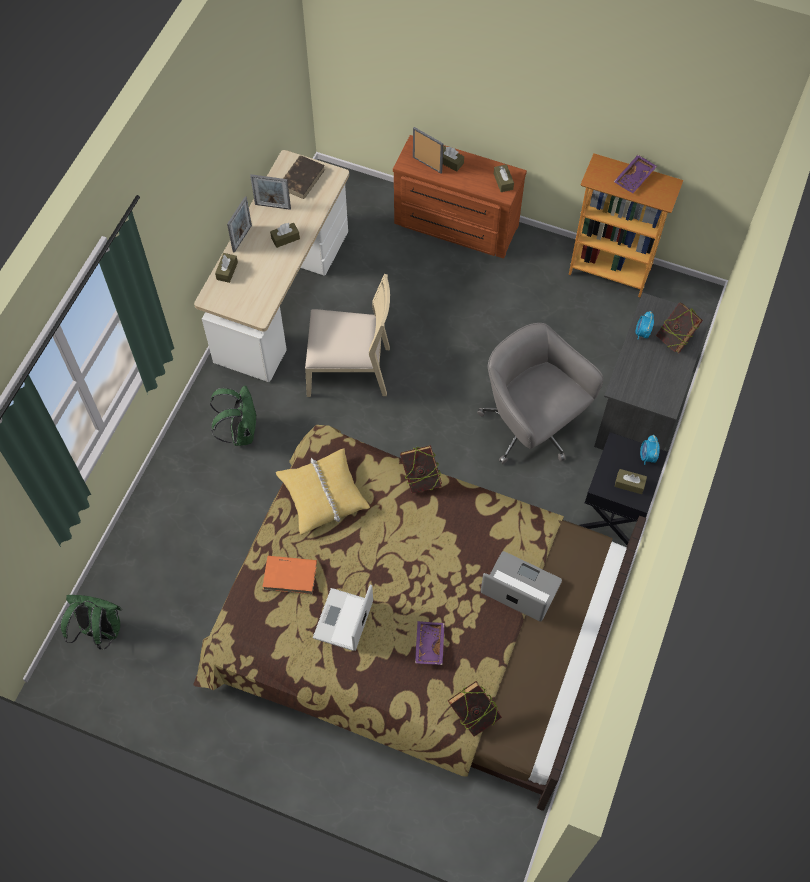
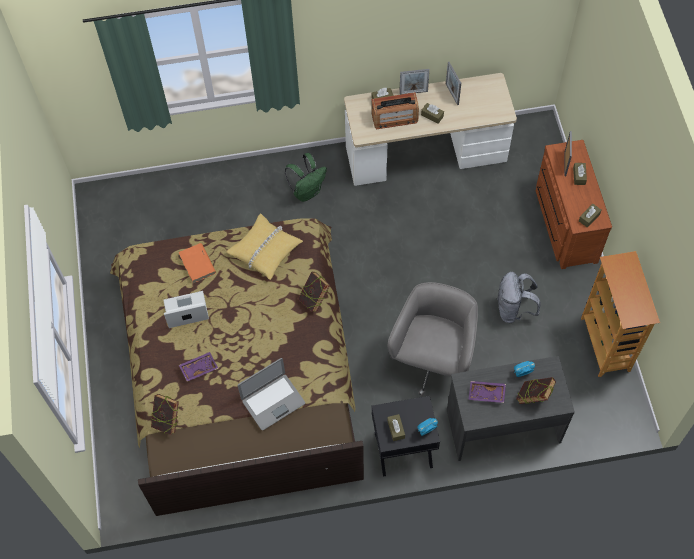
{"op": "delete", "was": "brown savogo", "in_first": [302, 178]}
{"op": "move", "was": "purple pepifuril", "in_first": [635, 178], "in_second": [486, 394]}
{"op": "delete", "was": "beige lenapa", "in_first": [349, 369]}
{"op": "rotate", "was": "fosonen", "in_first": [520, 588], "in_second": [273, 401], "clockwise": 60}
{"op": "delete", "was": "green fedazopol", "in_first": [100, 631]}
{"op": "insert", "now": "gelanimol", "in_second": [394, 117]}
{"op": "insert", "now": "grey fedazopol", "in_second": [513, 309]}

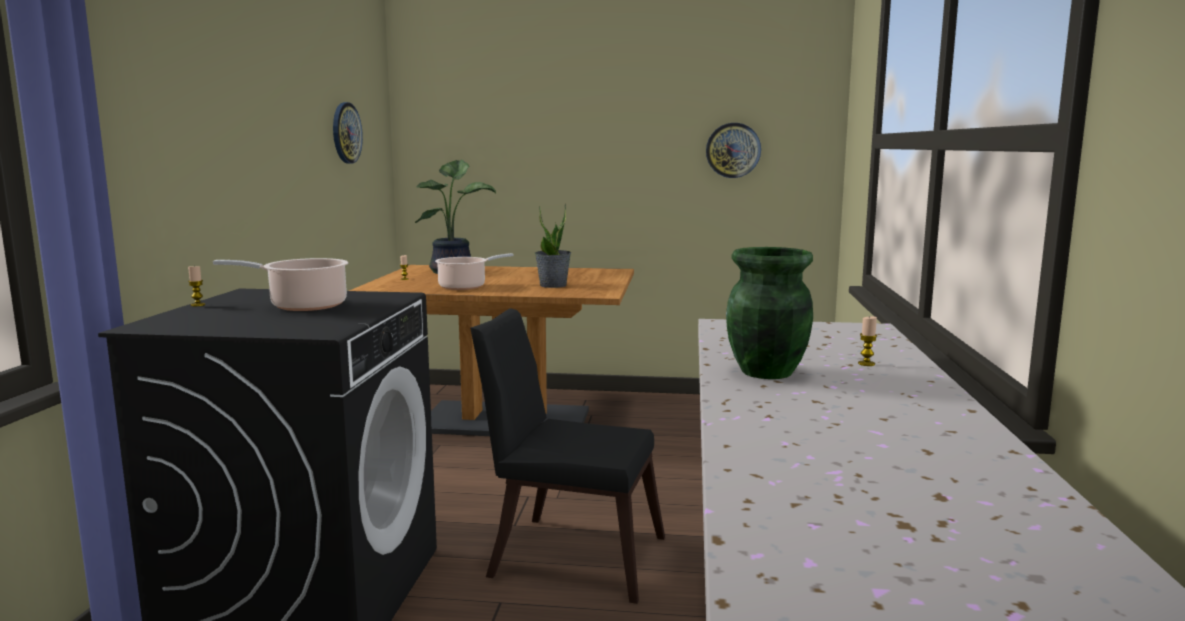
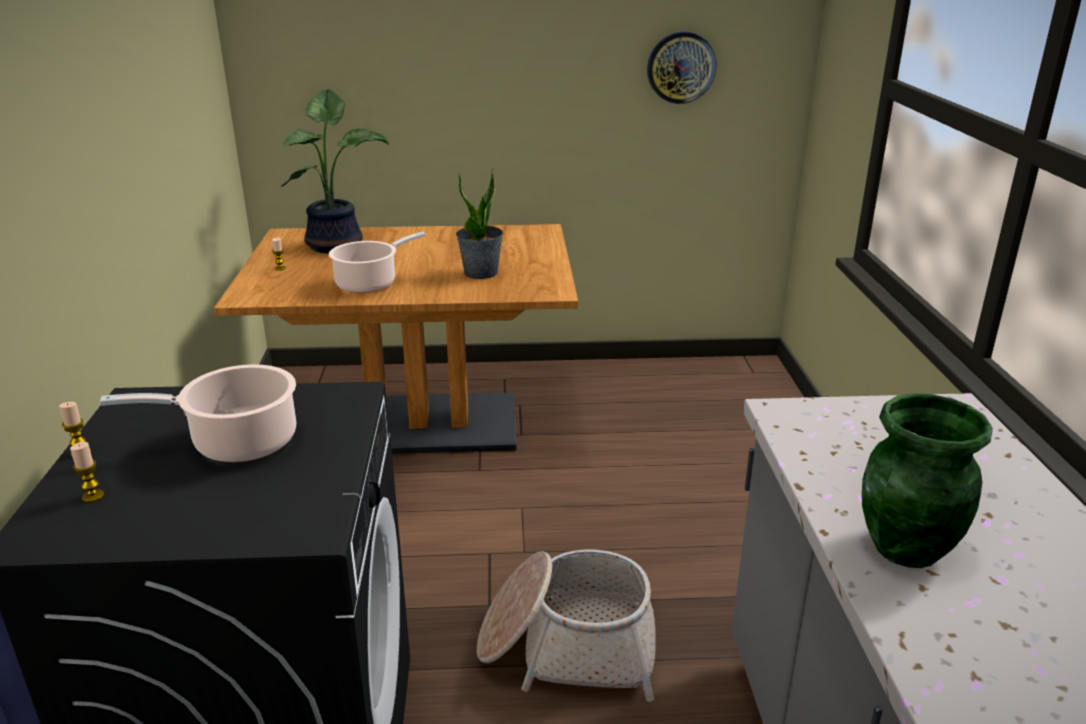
{"op": "delete", "was": "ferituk", "in_first": [346, 133]}
{"op": "replace", "was": "black lenapa", "now": "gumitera", "in_first": [568, 554], "in_second": [567, 647]}
{"op": "move", "was": "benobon", "in_first": [866, 364], "in_second": [93, 496]}

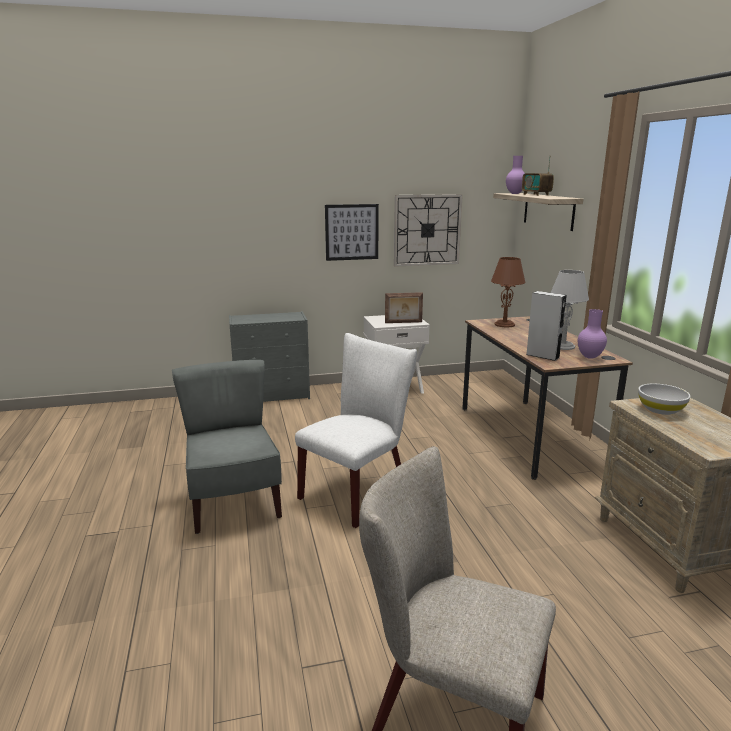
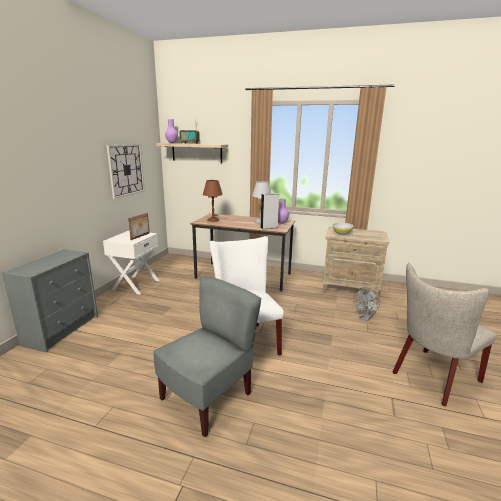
{"op": "delete", "was": "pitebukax", "in_first": [352, 232]}
{"op": "rotate", "was": "grey lenapa", "in_first": [234, 504], "in_second": [207, 397], "clockwise": 120}
{"op": "insert", "now": "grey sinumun", "in_second": [365, 318]}

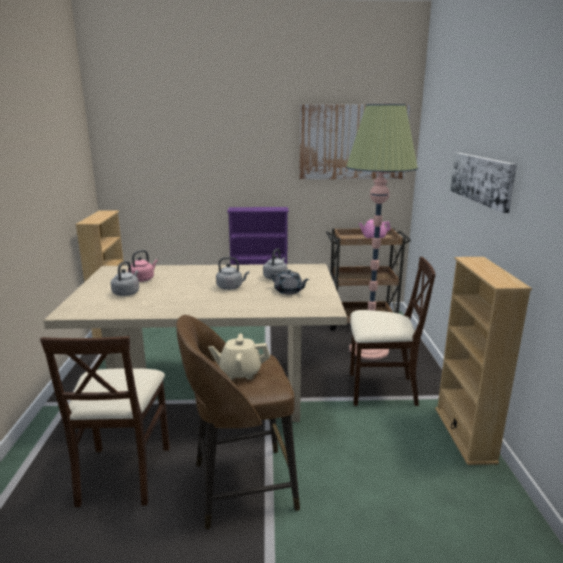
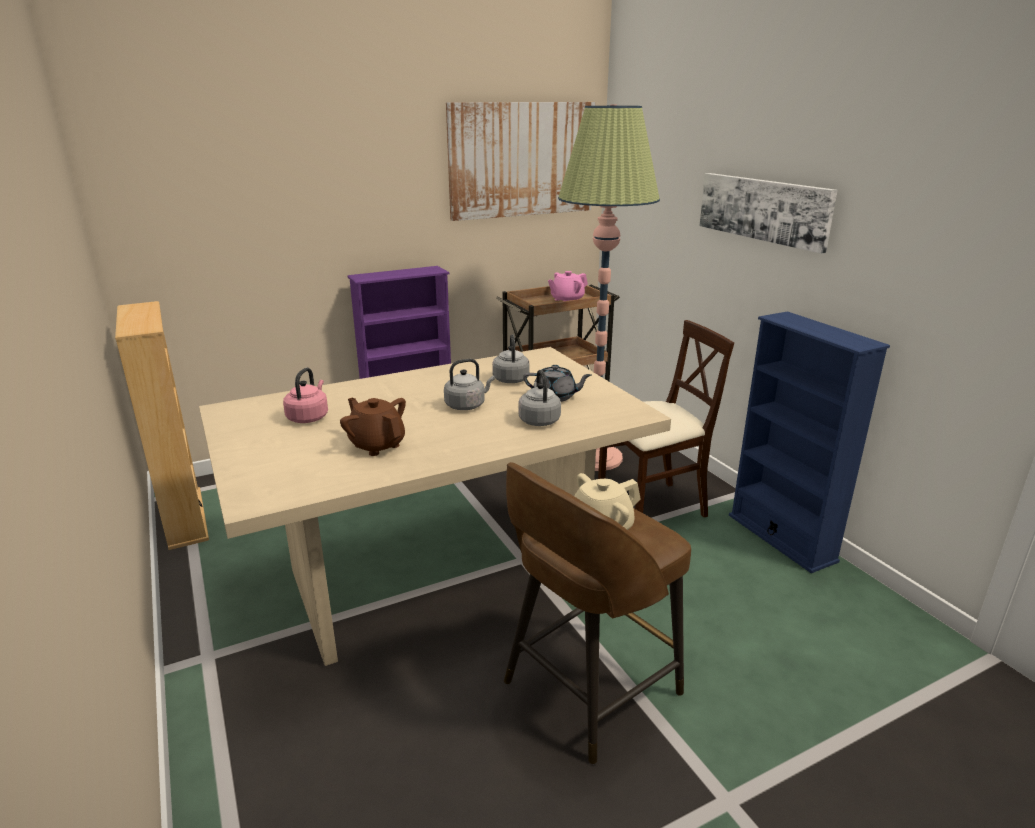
{"op": "recolor", "was": "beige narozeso", "now": "blue narozeso", "in_first": [464, 434], "in_second": [781, 538]}
{"op": "move", "was": "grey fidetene", "in_first": [127, 293], "in_second": [539, 420]}
{"op": "delete", "was": "beige lenapa", "in_first": [123, 473]}
{"op": "insert", "now": "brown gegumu", "in_second": [377, 445]}

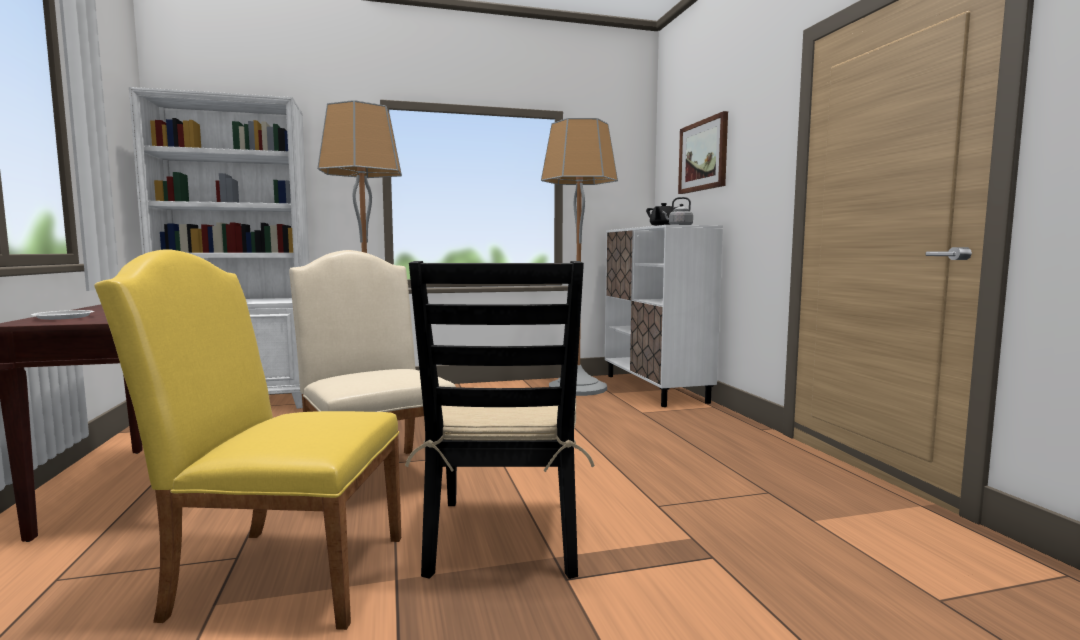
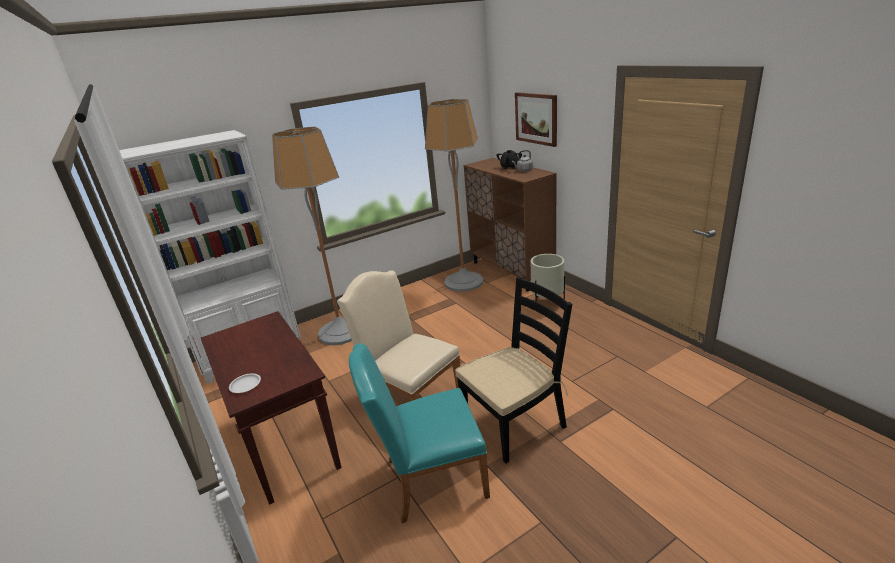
{"op": "recolor", "was": "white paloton", "now": "brown paloton", "in_first": [654, 388], "in_second": [511, 271]}
{"op": "recolor", "was": "yellow lenapa", "now": "turquoise lenapa", "in_first": [277, 573], "in_second": [428, 479]}
{"op": "rotate", "was": "black lenapa", "in_first": [505, 536], "in_second": [515, 424], "clockwise": -105}
{"op": "insert", "now": "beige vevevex", "in_second": [547, 303]}

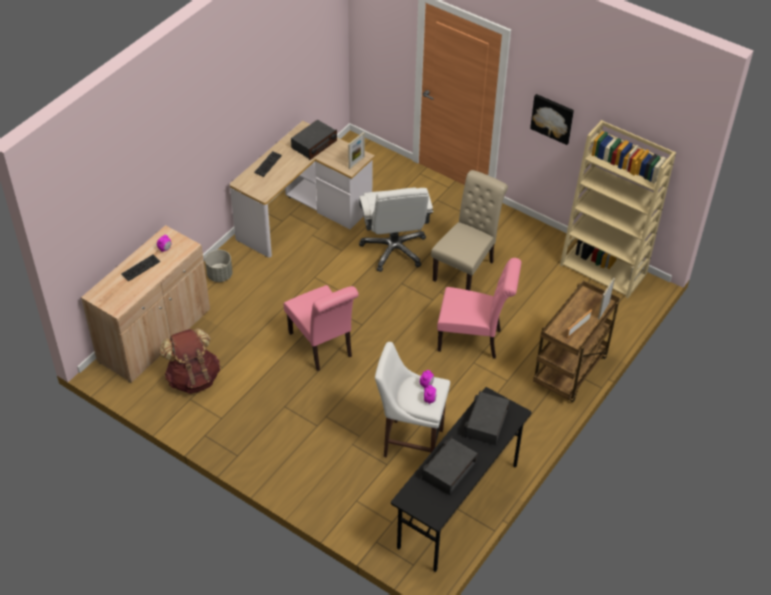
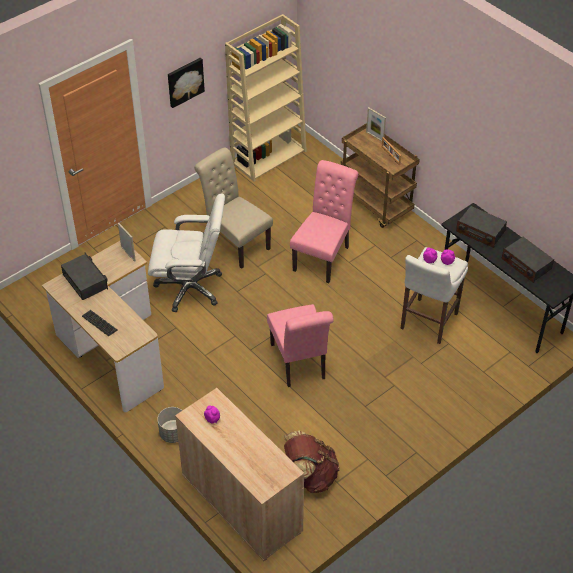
{"op": "delete", "was": "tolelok", "in_first": [141, 268]}
{"op": "rotate", "was": "pink lenapa", "in_first": [323, 347], "in_second": [299, 364], "clockwise": 90}

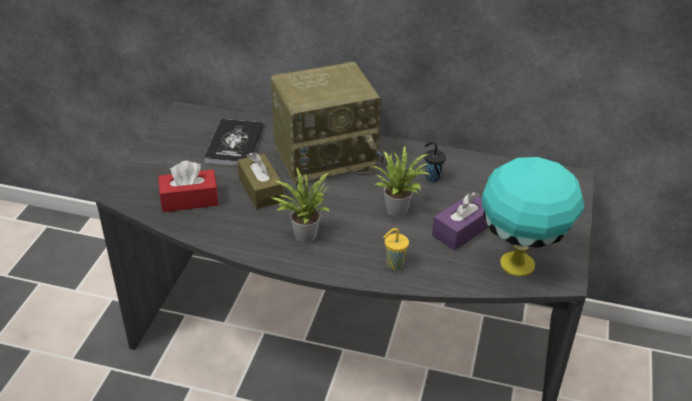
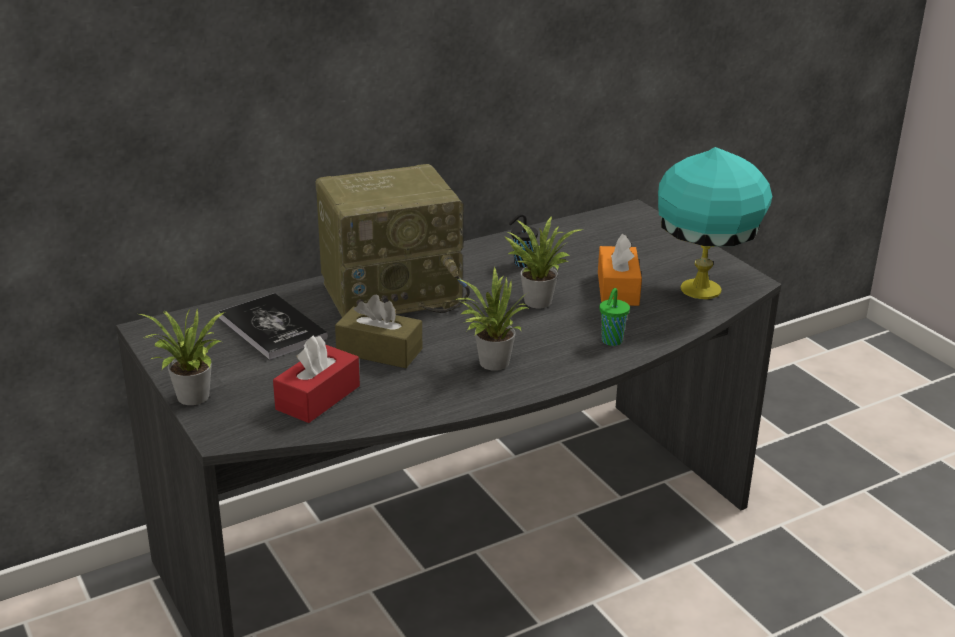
{"op": "rotate", "was": "gelanimol", "in_first": [326, 156], "in_second": [392, 293], "clockwise": 45}
{"op": "recolor", "was": "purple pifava", "now": "orange pifava", "in_first": [461, 230], "in_second": [618, 289]}
{"op": "recolor", "was": "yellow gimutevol", "now": "green gimutevol", "in_first": [393, 264], "in_second": [611, 341]}
{"op": "insert", "now": "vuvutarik", "in_second": [191, 399]}

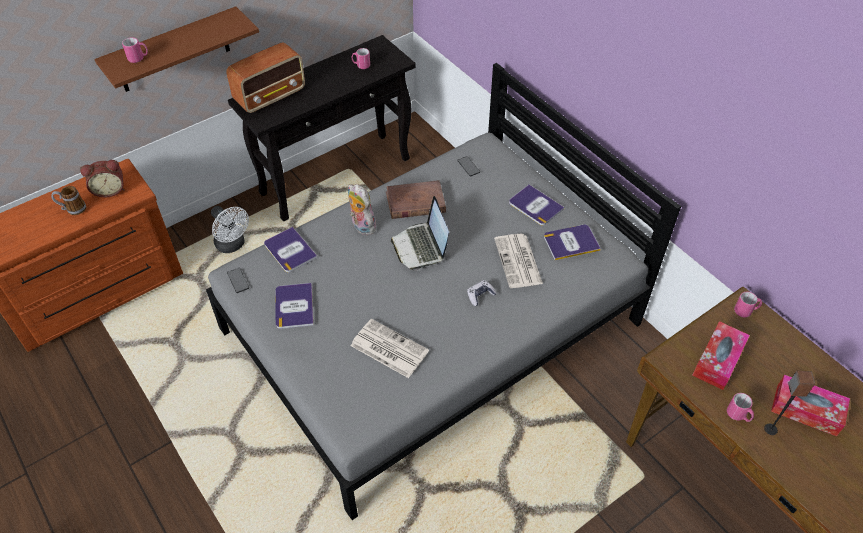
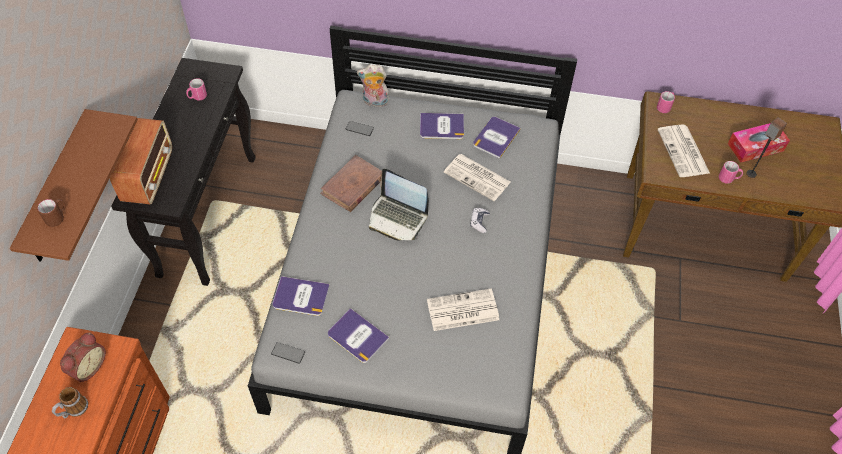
{"op": "recolor", "was": "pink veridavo", "now": "brown veridavo", "in_first": [139, 58], "in_second": [57, 217]}
{"op": "move", "was": "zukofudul", "in_first": [361, 226], "in_second": [374, 102]}
{"op": "delete", "was": "white sinumun", "in_first": [233, 245]}
{"op": "replace", "was": "pifava", "now": "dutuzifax", "in_first": [718, 360], "in_second": [684, 152]}

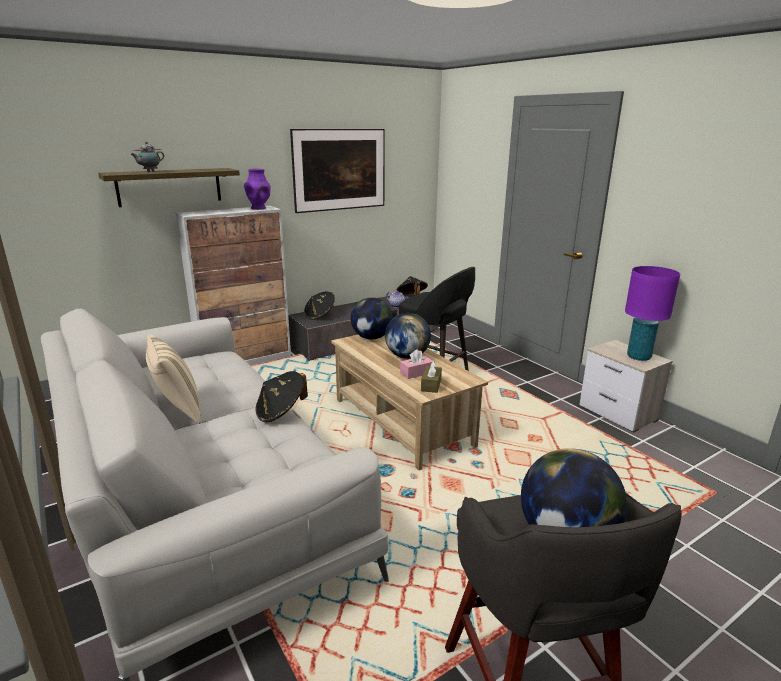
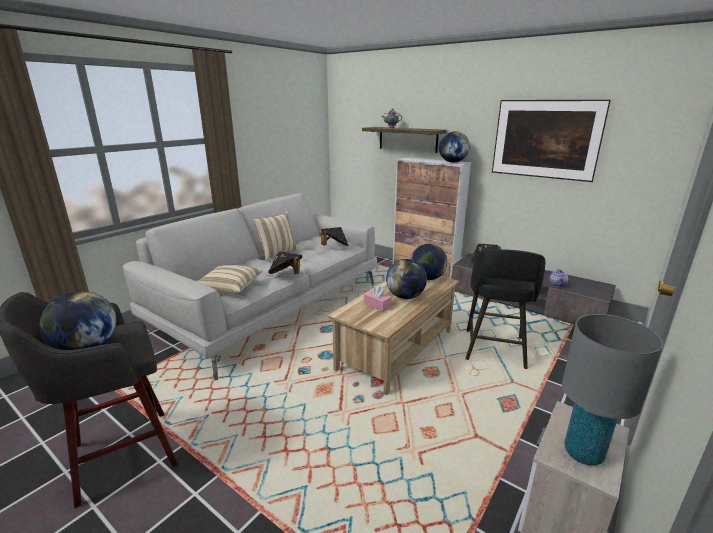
{"op": "replace", "was": "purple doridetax", "now": "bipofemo", "in_first": [259, 208], "in_second": [452, 162]}
{"op": "recolor", "was": "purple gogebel", "now": "grey gogebel", "in_first": [638, 357], "in_second": [583, 453]}
{"op": "move", "was": "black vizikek", "in_first": [411, 297], "in_second": [334, 247]}
{"op": "delete", "was": "brown pifava", "in_first": [431, 385]}
{"op": "insert", "now": "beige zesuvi", "in_second": [229, 288]}

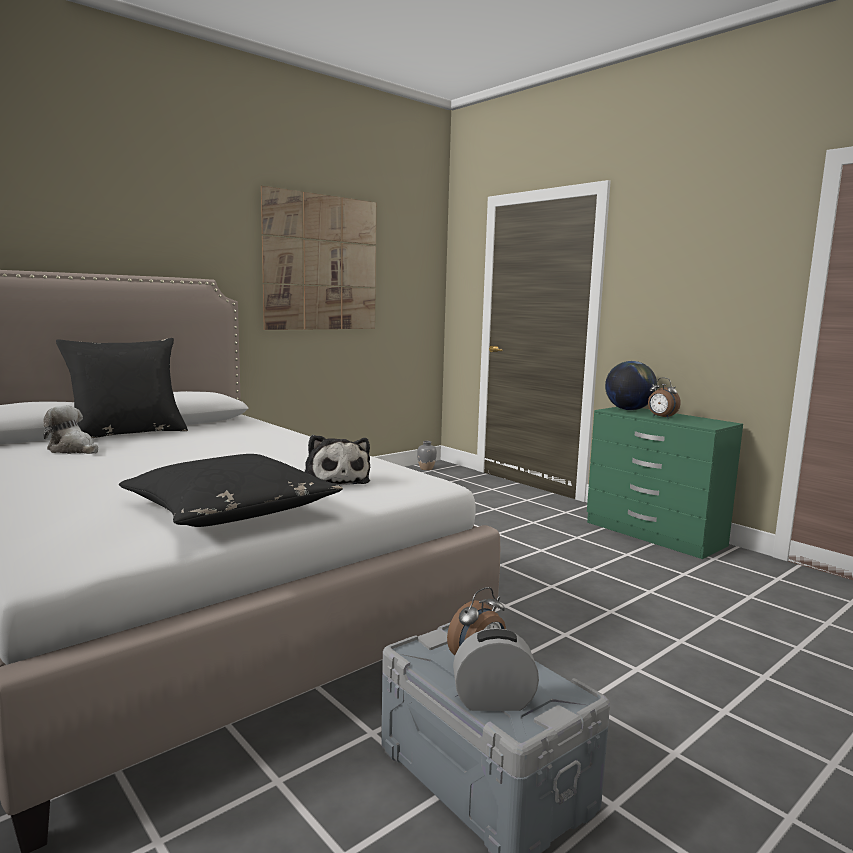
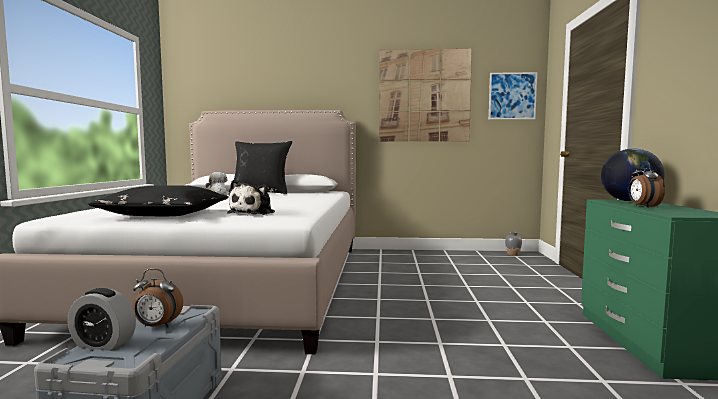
{"op": "rotate", "was": "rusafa", "in_first": [493, 701], "in_second": [103, 344], "clockwise": 150}
{"op": "insert", "now": "pitebukax", "in_second": [512, 96]}

